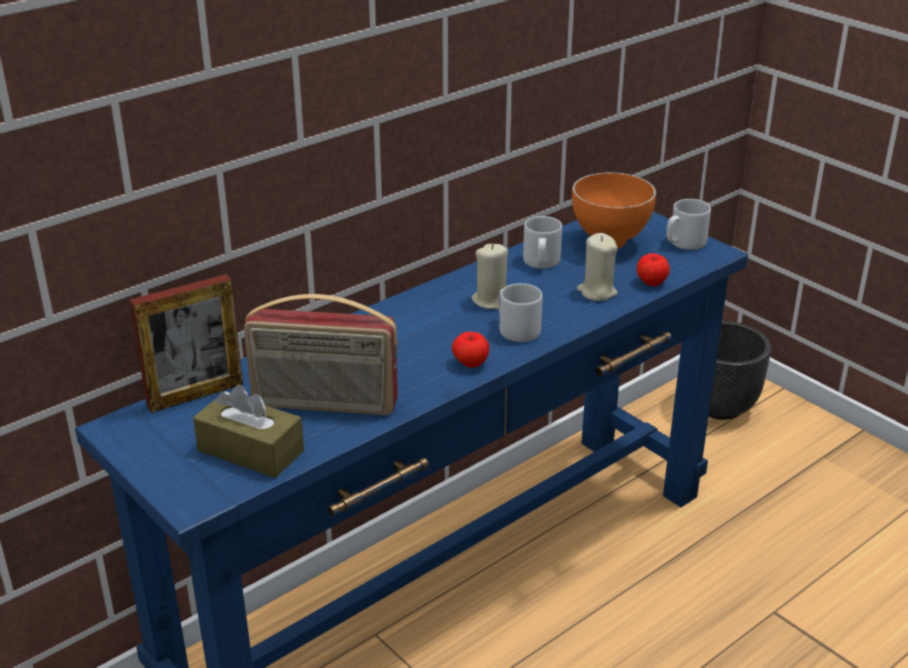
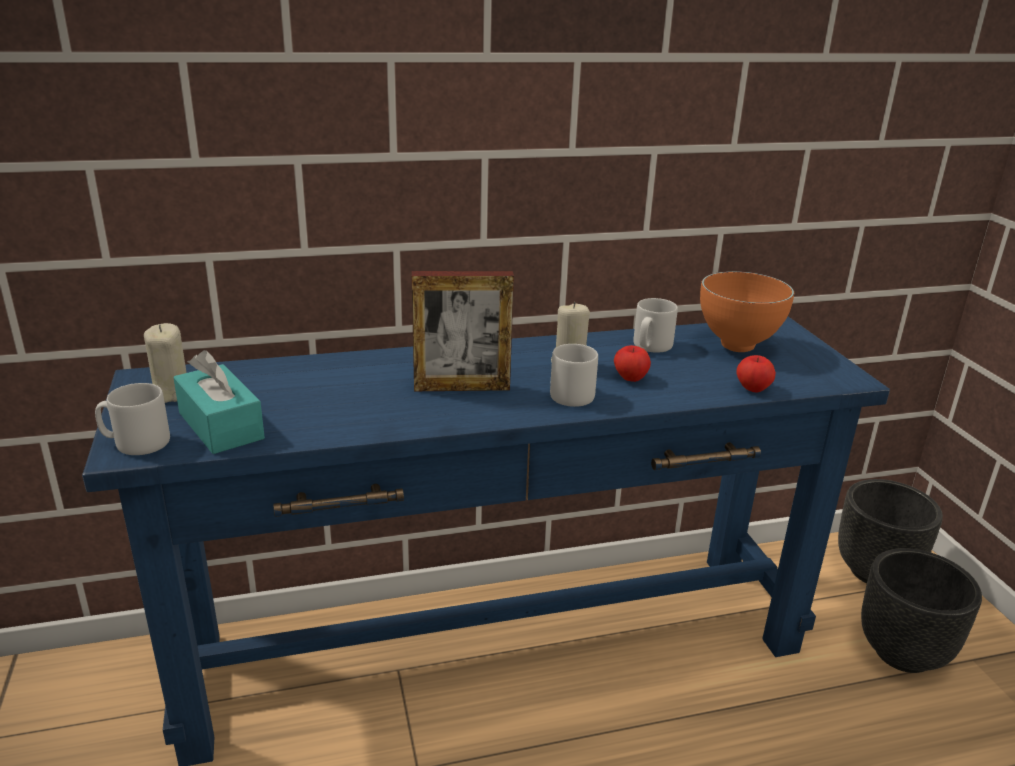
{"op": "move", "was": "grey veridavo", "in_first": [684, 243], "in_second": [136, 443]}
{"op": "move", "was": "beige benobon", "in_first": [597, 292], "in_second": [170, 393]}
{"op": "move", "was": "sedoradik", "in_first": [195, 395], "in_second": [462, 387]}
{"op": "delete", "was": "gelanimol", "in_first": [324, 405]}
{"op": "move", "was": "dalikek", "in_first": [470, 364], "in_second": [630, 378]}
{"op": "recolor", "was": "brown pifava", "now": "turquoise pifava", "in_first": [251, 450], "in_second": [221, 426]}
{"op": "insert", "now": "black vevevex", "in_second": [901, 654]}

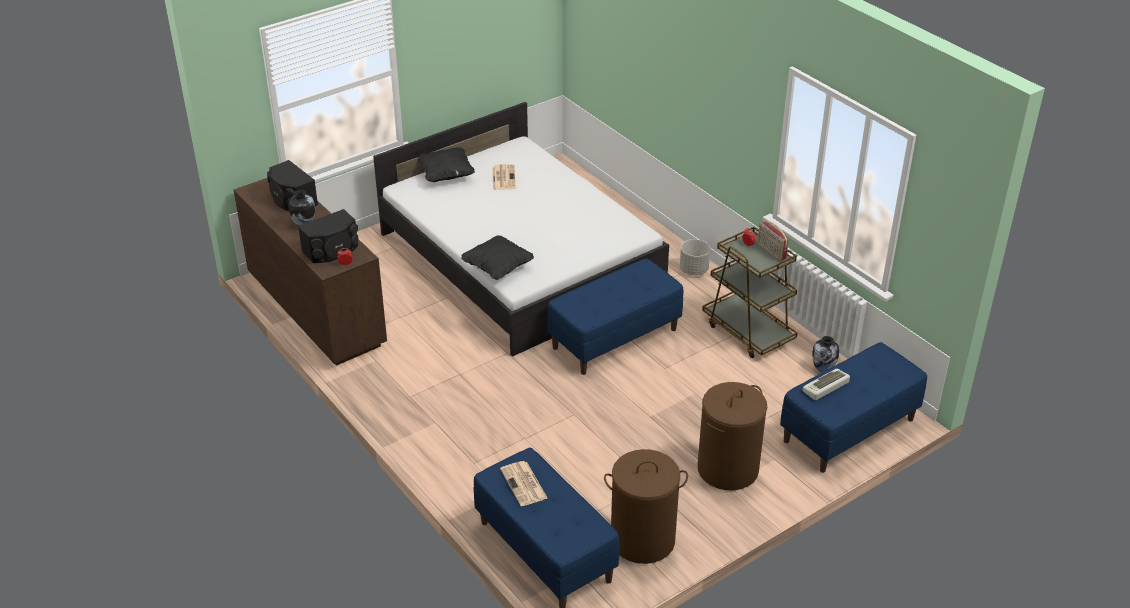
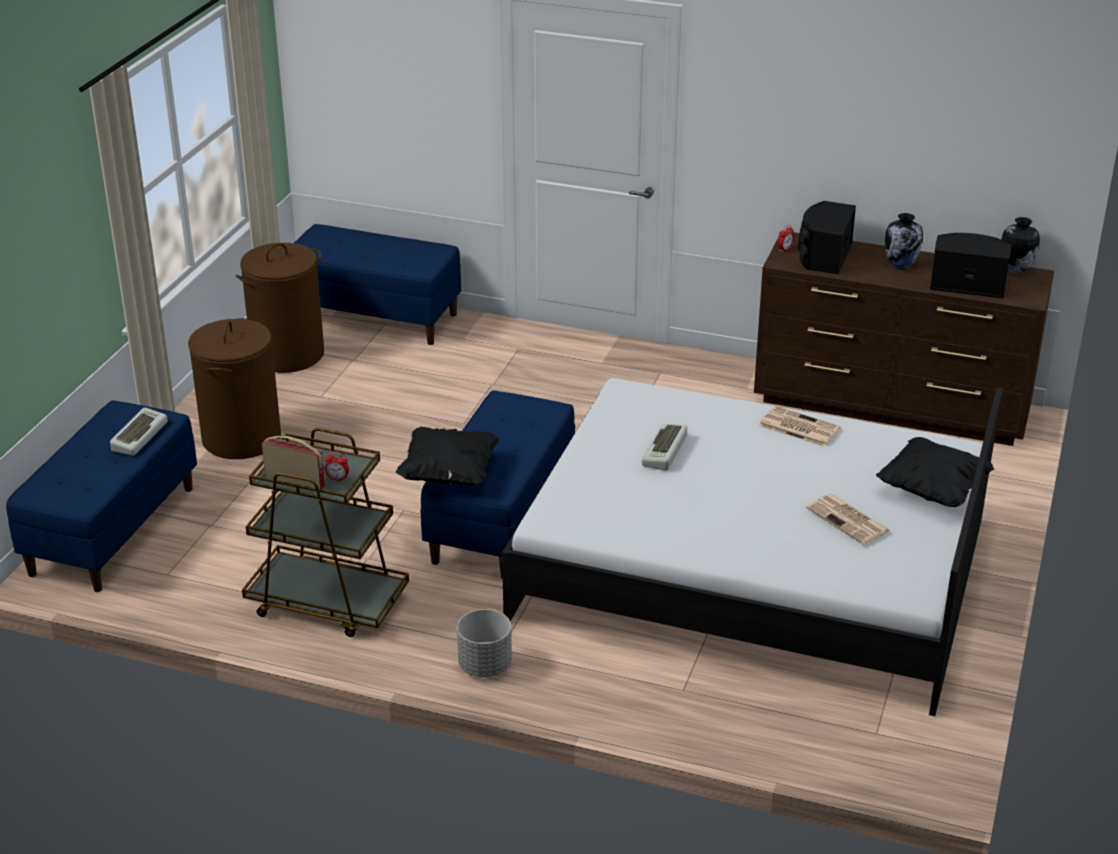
{"op": "move", "was": "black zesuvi", "in_first": [498, 268], "in_second": [448, 474]}
{"op": "move", "was": "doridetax", "in_first": [823, 369], "in_second": [1015, 270]}
{"op": "move", "was": "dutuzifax", "in_first": [524, 484], "in_second": [798, 427]}
{"op": "insert", "now": "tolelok", "in_second": [666, 452]}

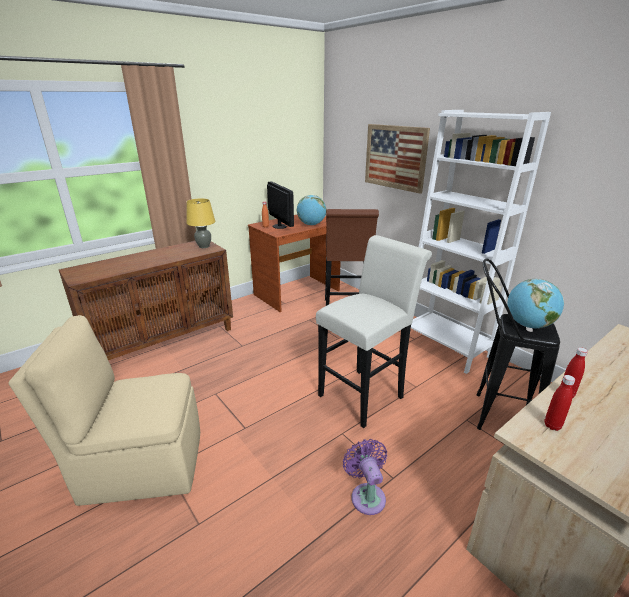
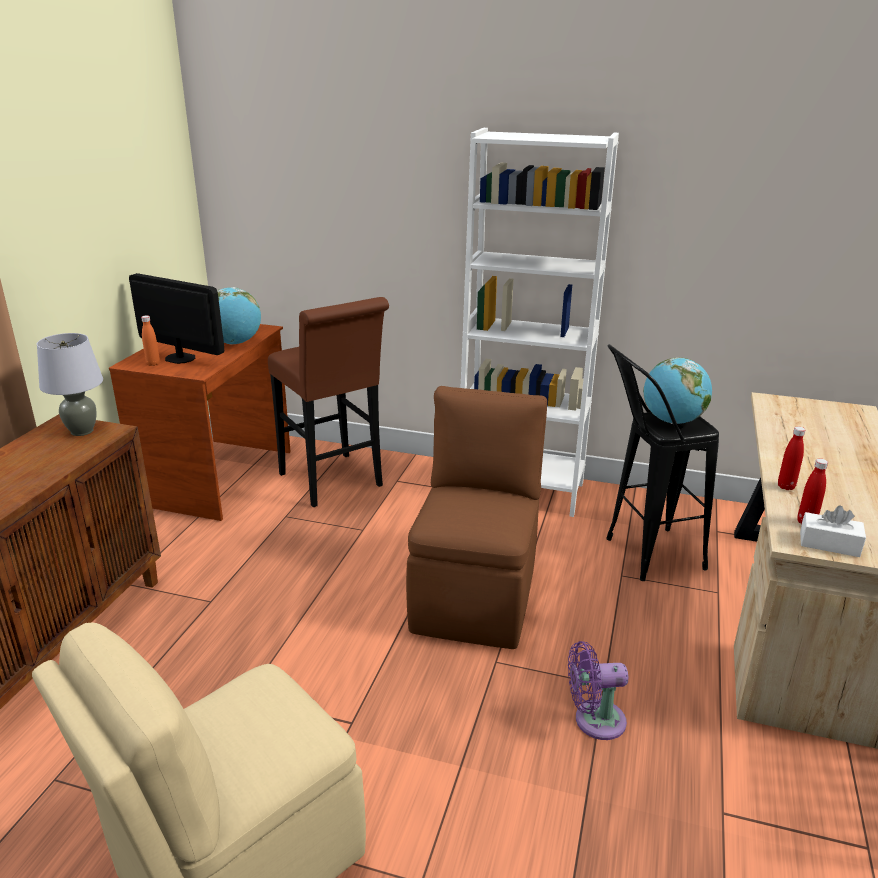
{"op": "delete", "was": "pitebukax", "in_first": [395, 157]}
{"op": "recolor", "was": "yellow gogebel", "now": "grey gogebel", "in_first": [204, 246], "in_second": [82, 431]}
{"op": "replace", "was": "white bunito", "now": "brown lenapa", "in_first": [365, 394], "in_second": [476, 595]}
{"op": "rotate", "was": "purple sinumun", "in_first": [367, 495], "in_second": [594, 720], "clockwise": -45}
{"op": "insert", "now": "white pifava", "in_second": [829, 544]}

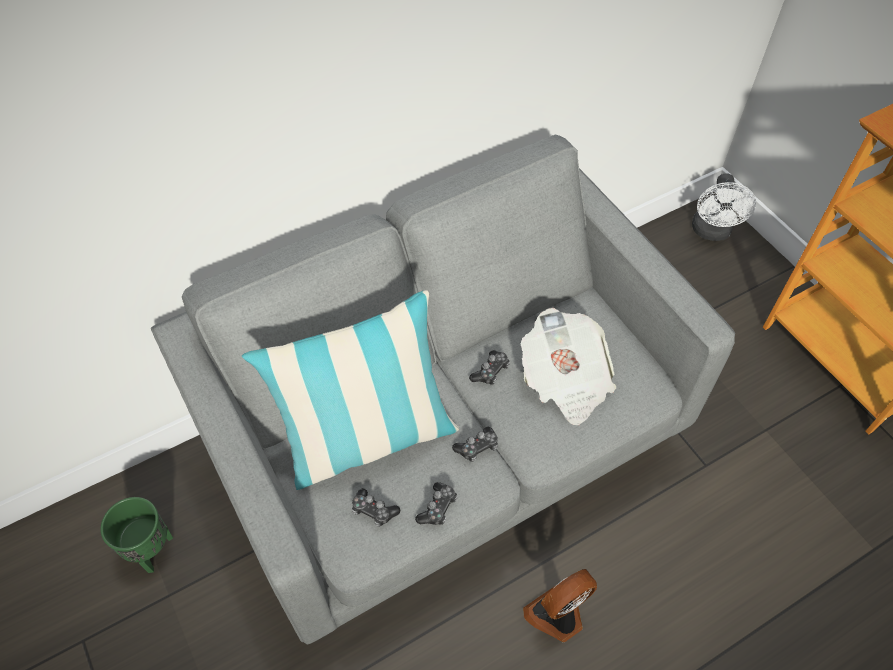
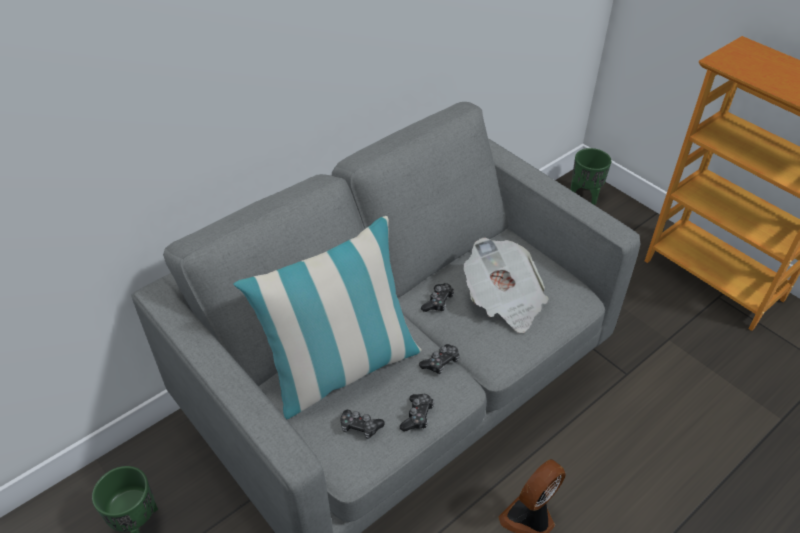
{"op": "replace", "was": "white sinumun", "now": "green vevevex", "in_first": [712, 232], "in_second": [585, 196]}

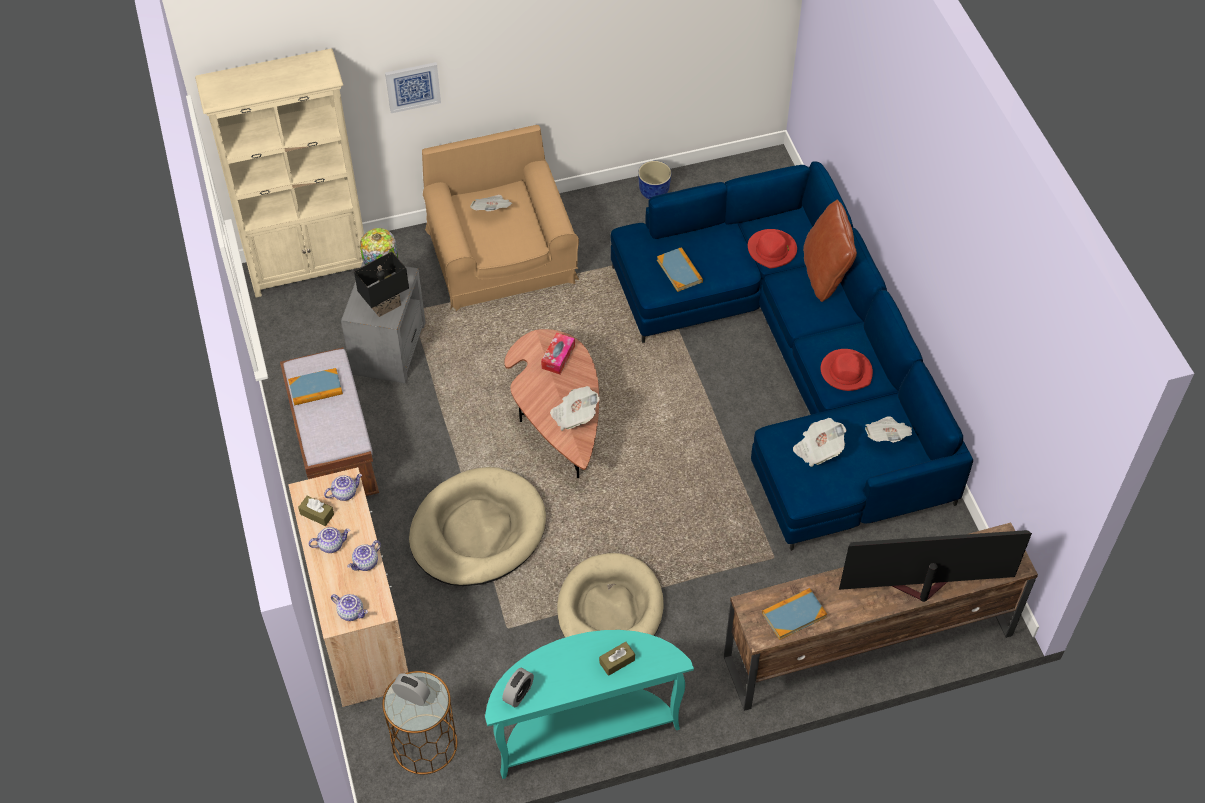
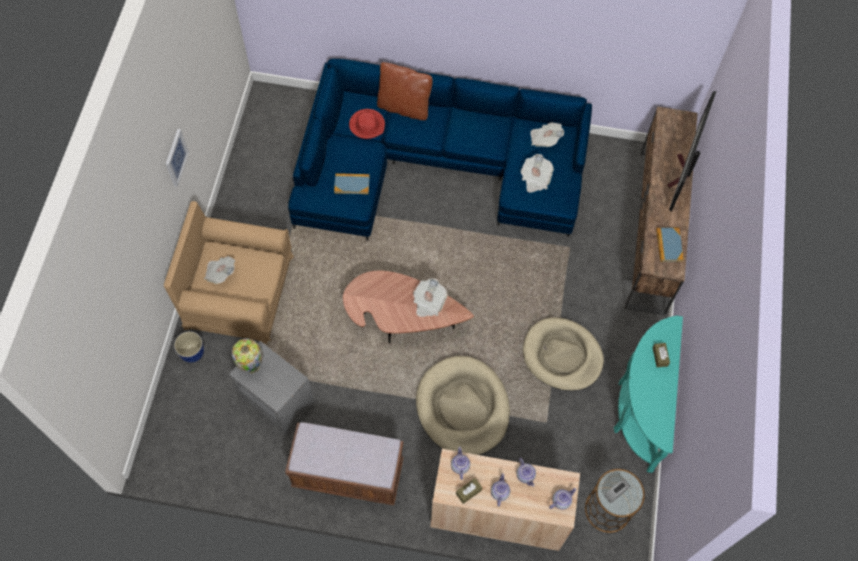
{"op": "delete", "was": "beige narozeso", "in_first": [310, 268]}
{"op": "move", "was": "pitebukax", "in_first": [412, 86], "in_second": [176, 157]}
{"op": "move", "was": "vevevex", "in_first": [654, 192], "in_second": [192, 353]}
{"op": "delete", "was": "black gogebel", "in_first": [386, 307]}
{"op": "delete", "was": "pifava", "in_first": [558, 357]}
{"op": "delete", "was": "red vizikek", "in_first": [846, 372]}
{"op": "delete", "was": "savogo", "in_first": [315, 388]}
{"op": "delete", "was": "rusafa", "in_first": [518, 694]}

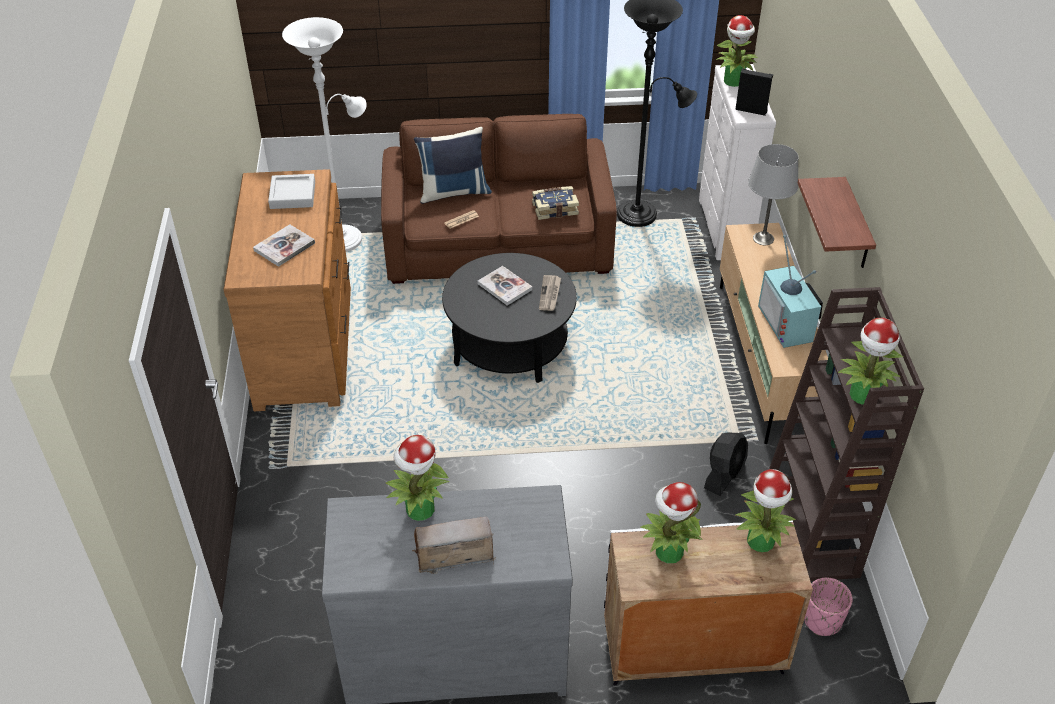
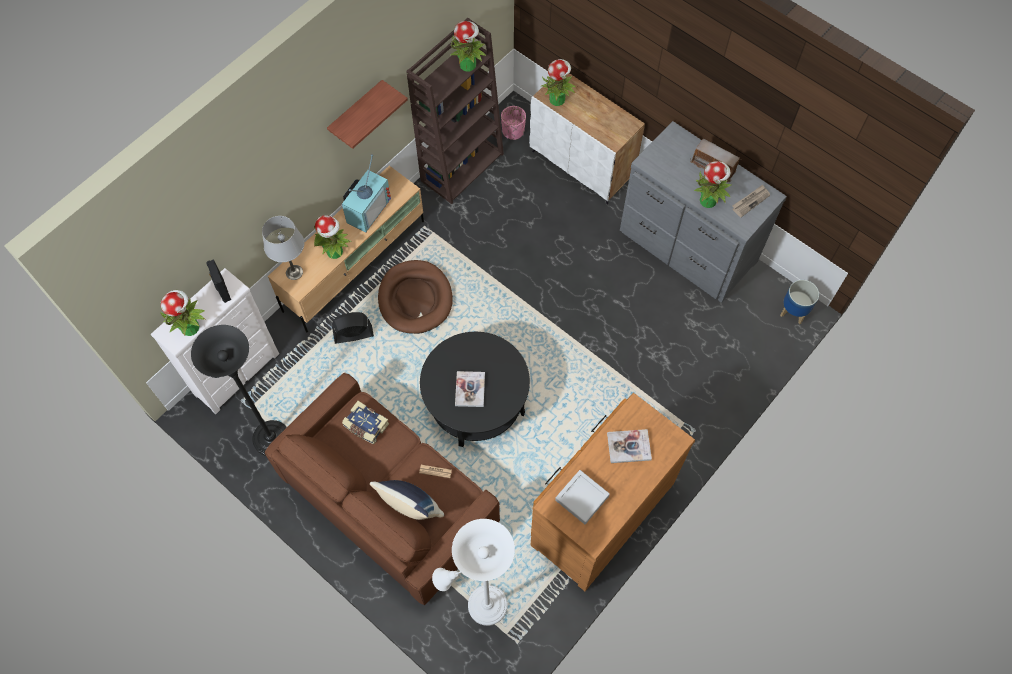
{"op": "move", "was": "dutuzifax", "in_first": [550, 294], "in_second": [750, 201]}
{"op": "move", "was": "black sinumun", "in_first": [724, 475], "in_second": [353, 334]}
{"op": "move", "was": "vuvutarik", "in_first": [668, 552], "in_second": [335, 251]}
{"op": "insert", "now": "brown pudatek", "in_second": [415, 299]}
{"op": "insert", "now": "vevevex", "in_second": [794, 311]}

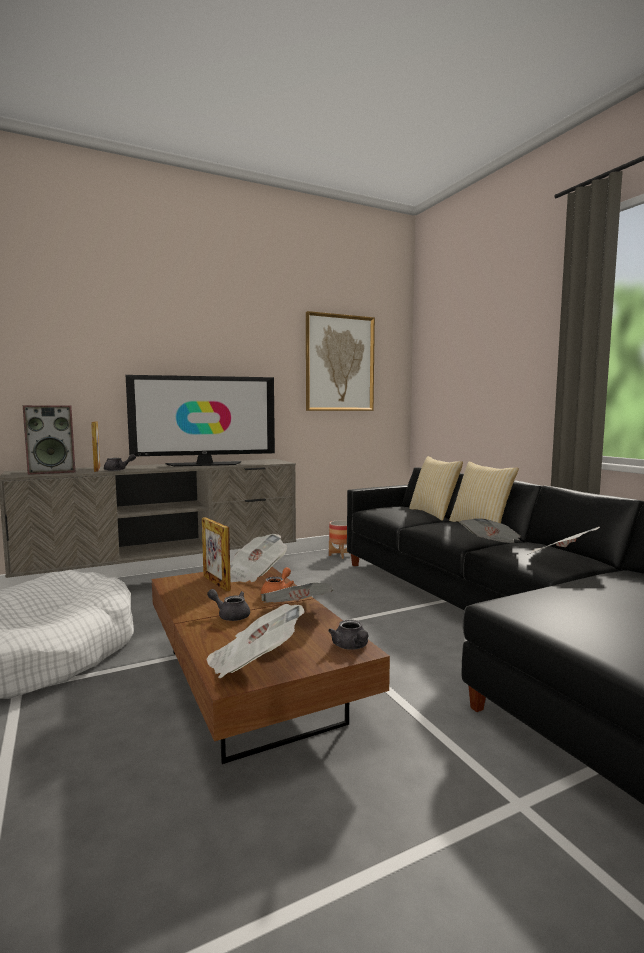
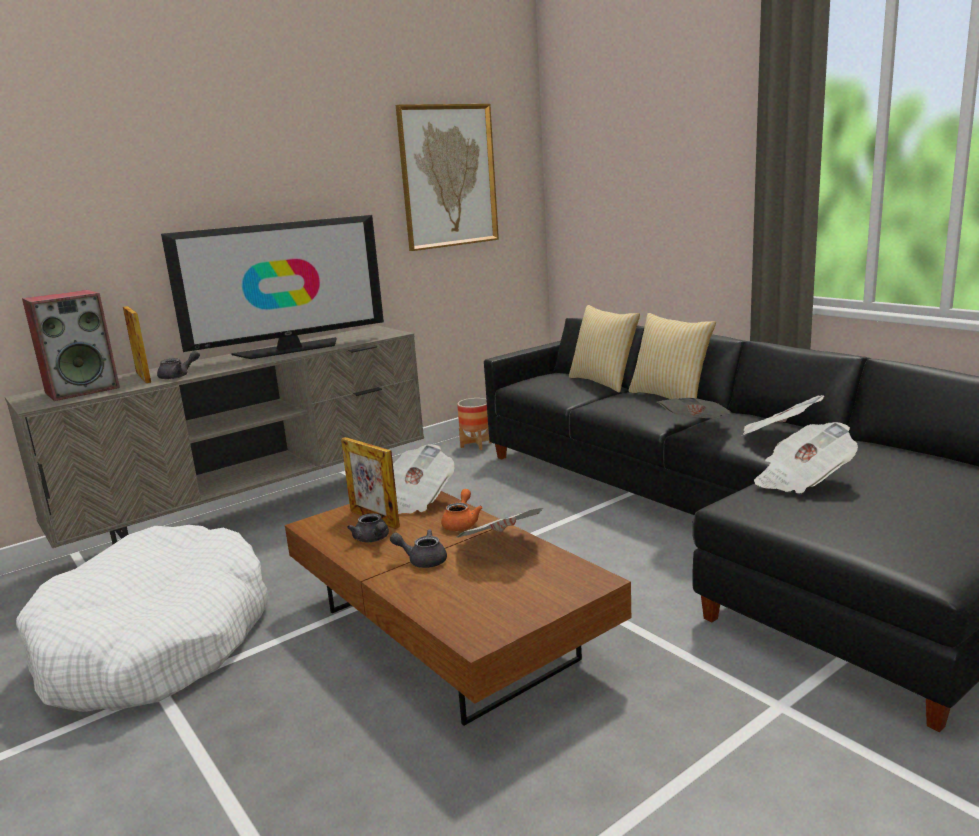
{"op": "move", "was": "dutuzifax", "in_first": [253, 663], "in_second": [802, 481]}
{"op": "move", "was": "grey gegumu", "in_first": [351, 647], "in_second": [373, 539]}

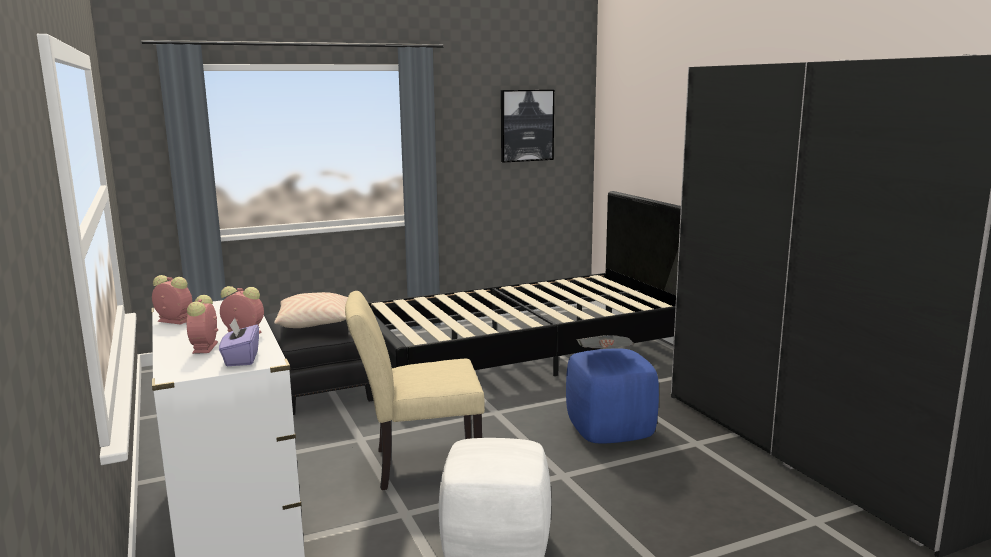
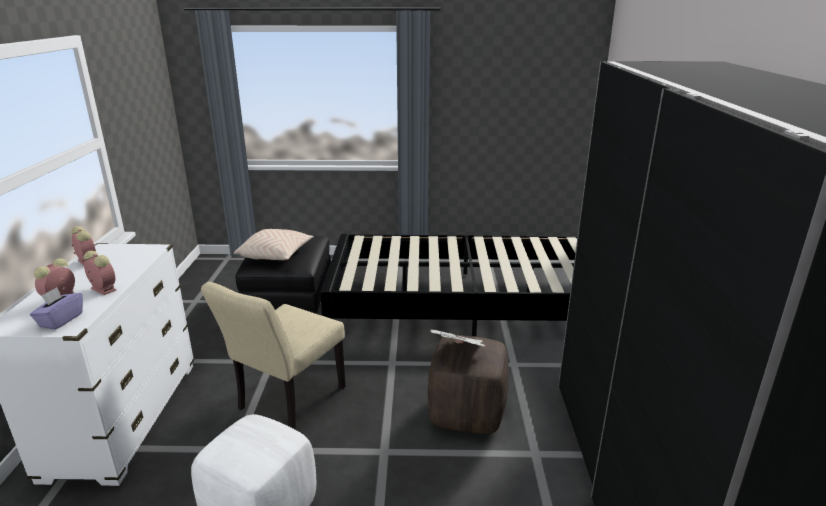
{"op": "delete", "was": "pitebukax", "in_first": [526, 125]}
{"op": "rotate", "was": "beige lenapa", "in_first": [418, 465], "in_second": [286, 402], "clockwise": -75}
{"op": "recolor", "was": "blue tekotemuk", "now": "brown tekotemuk", "in_first": [609, 432], "in_second": [466, 414]}

